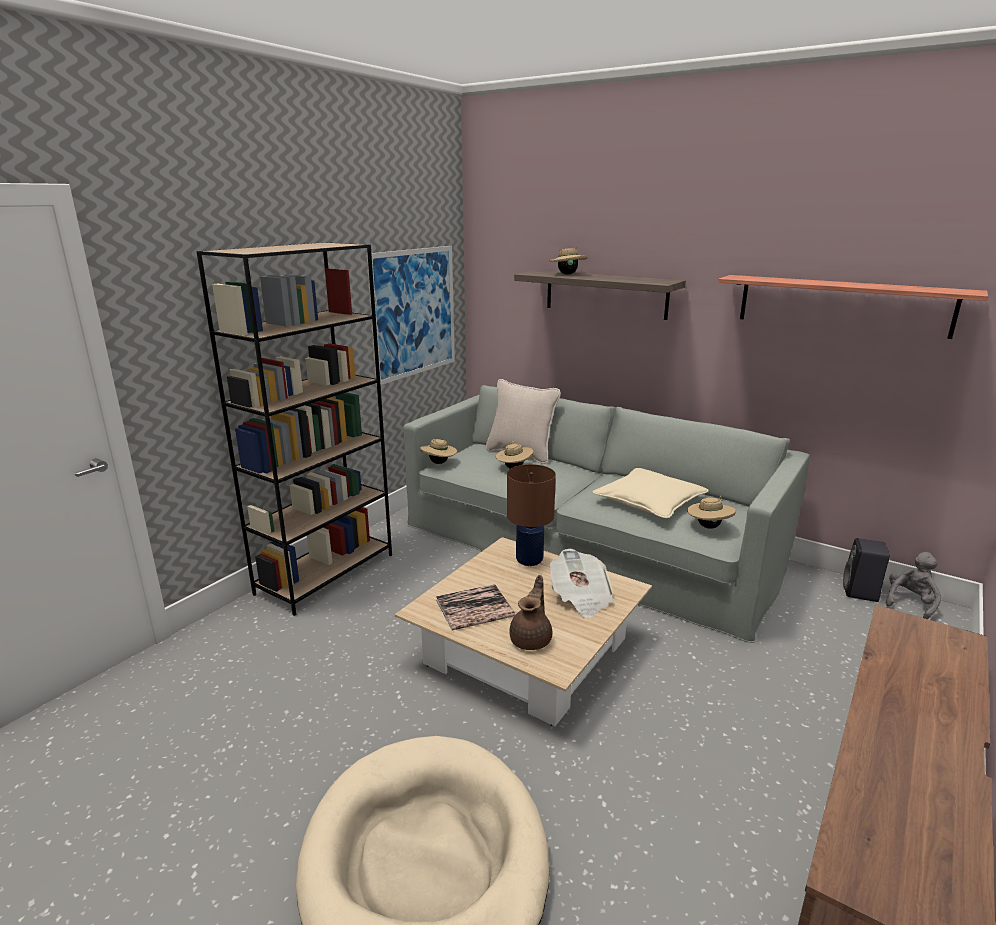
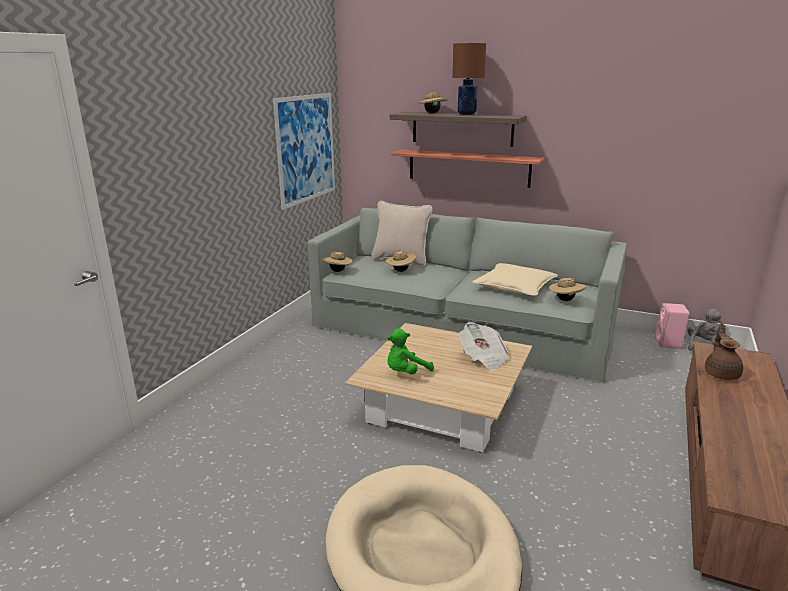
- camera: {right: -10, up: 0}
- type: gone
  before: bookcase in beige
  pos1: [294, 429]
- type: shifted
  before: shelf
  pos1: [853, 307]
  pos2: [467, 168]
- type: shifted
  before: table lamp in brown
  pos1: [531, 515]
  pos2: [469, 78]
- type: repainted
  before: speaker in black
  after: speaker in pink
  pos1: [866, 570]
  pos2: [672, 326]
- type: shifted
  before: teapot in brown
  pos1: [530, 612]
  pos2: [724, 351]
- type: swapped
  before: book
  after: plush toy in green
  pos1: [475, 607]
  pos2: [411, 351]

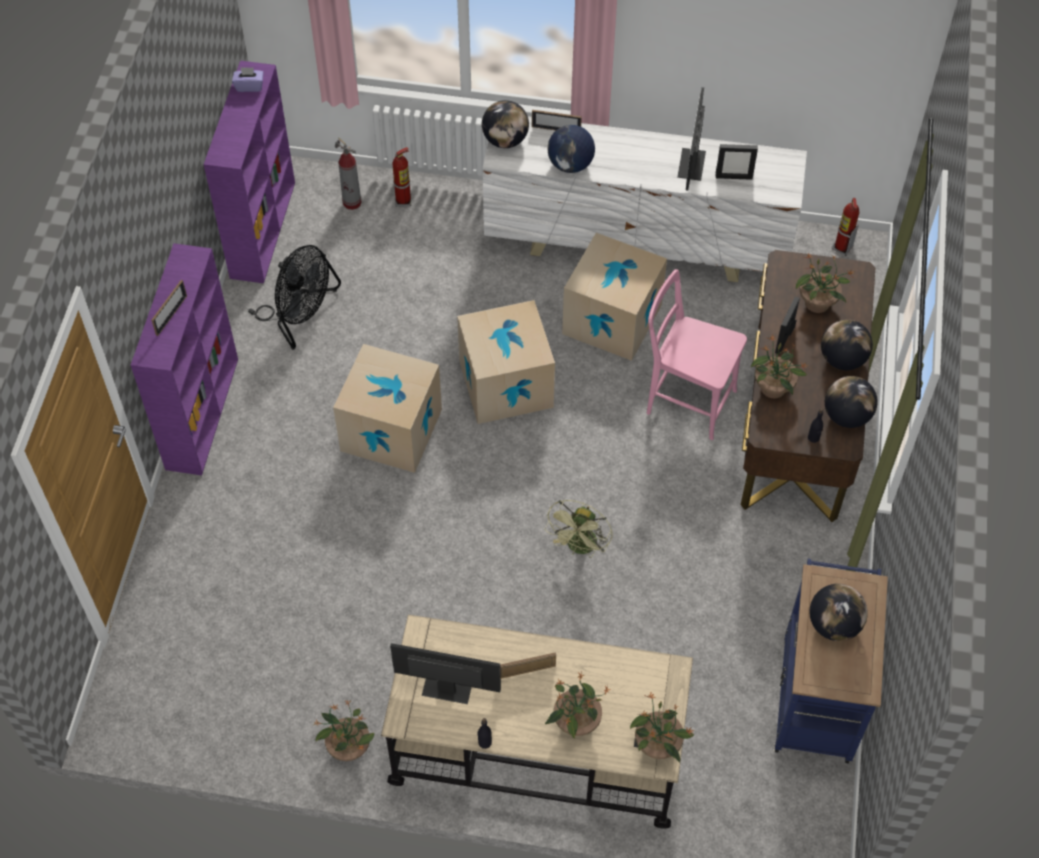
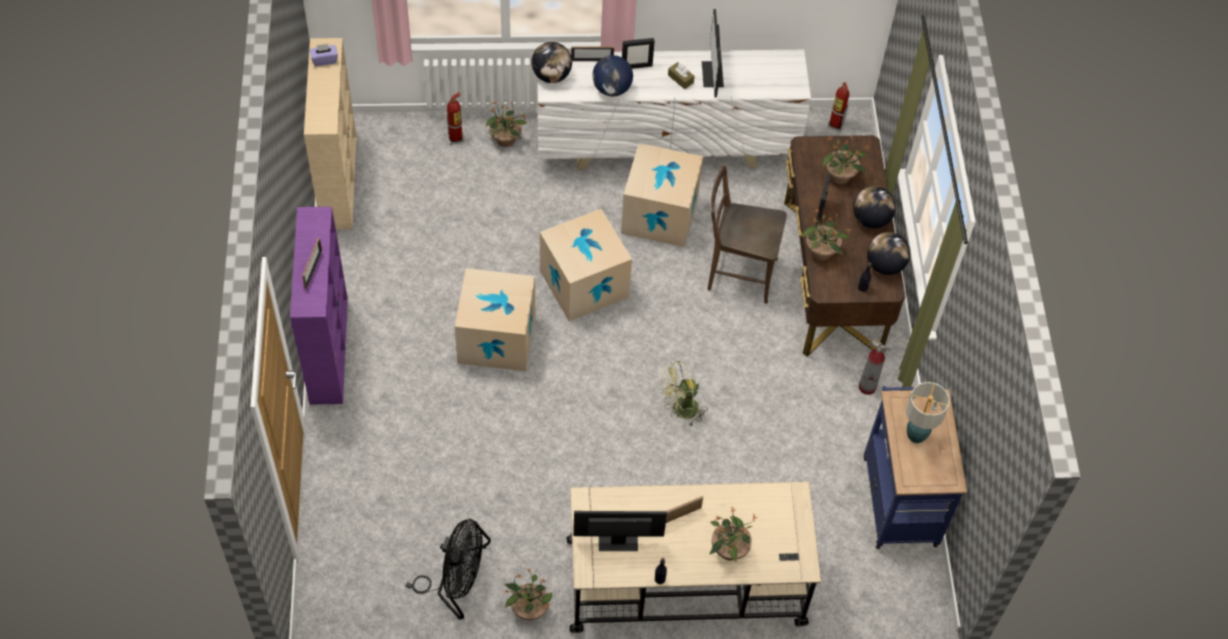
- camera: {right: -15, up: 0}
- type: repainted
  before: bookcase in purple
  after: bookcase in beige
  pos1: [249, 172]
  pos2: [330, 133]
- type: shifted
  before: fire extinguisher
  pos1: [348, 173]
  pos2: [875, 366]
- type: shifted
  before: picture frame
  pos1: [737, 162]
  pos2: [638, 53]
- type: shifted
  before: fan in black
  pos1: [294, 297]
  pos2: [448, 569]
- type: repainted
  before: chair in pink
  after: chair in brown
  pos1: [697, 354]
  pos2: [747, 234]
- type: rotated
  before: fan in green
  pos1: [579, 529]
  pos2: [684, 394]
  turn: 60
- type: swapped
  before: globe
  after: table lamp
  pos1: [838, 612]
  pos2: [928, 412]
- type: shifted
  before: potted plant
  pos1: [662, 728]
  pos2: [506, 123]
- type: new
  after: tissue box in brown
  pos2: [681, 75]

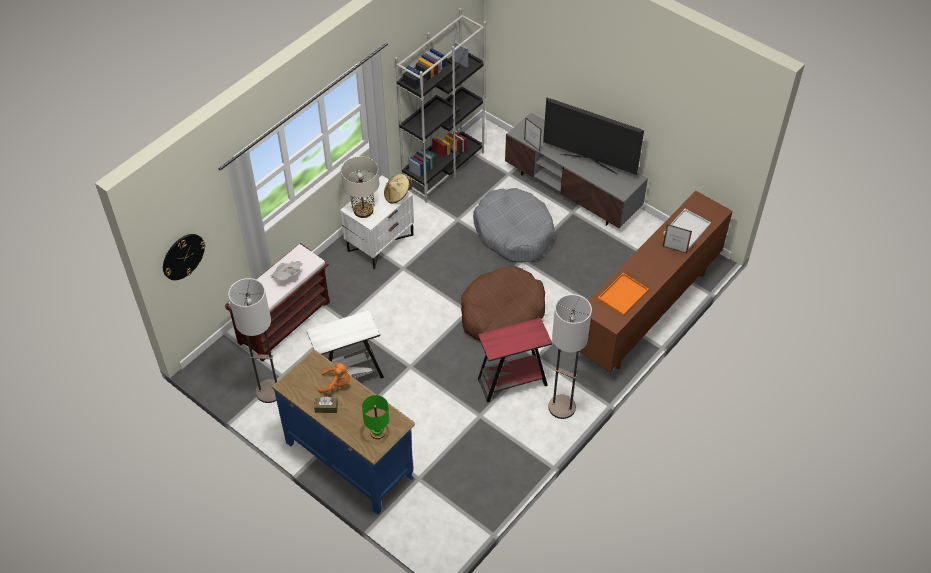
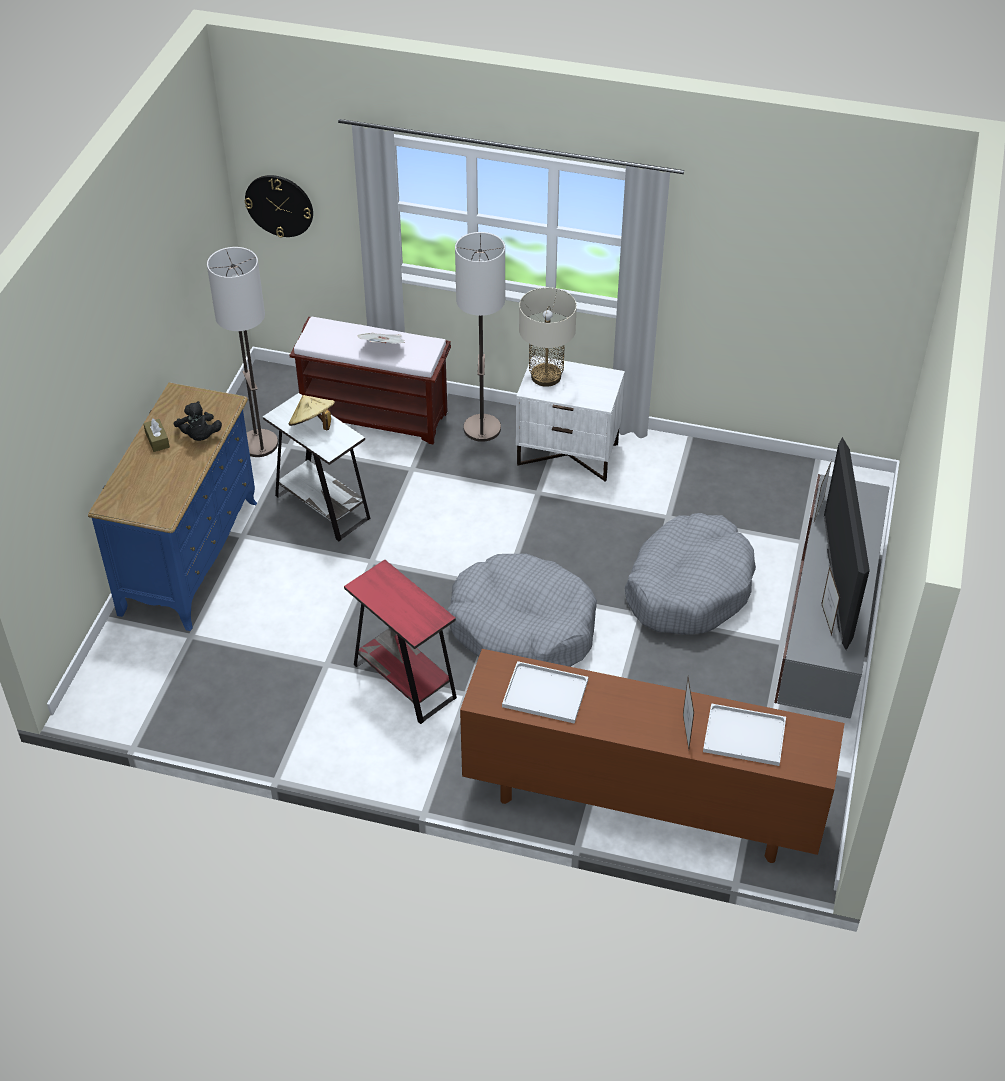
- camera: {right: 65, up: -5}
- type: gone
  before: bookcase in black
  pos1: [440, 105]
- type: shifted
  before: hat in beige
  pos1: [398, 189]
  pos2: [312, 412]
- type: repainted
  before: dog bed in brown
  after: dog bed in grey
  pos1: [503, 303]
  pos2: [522, 610]
- type: repainted
  before: tray in orange
  after: tray in white
  pos1: [623, 294]
  pos2: [545, 692]
- type: shifted
  before: floor lamp
  pos1: [570, 356]
  pos2: [480, 337]
- type: repainted
  before: plush toy in orange
  after: plush toy in black
  pos1: [334, 378]
  pos2: [198, 421]
- type: gone
  before: table lamp in green
  pos1: [375, 417]
- type: new
  after: picture frame
  pos2: [830, 601]

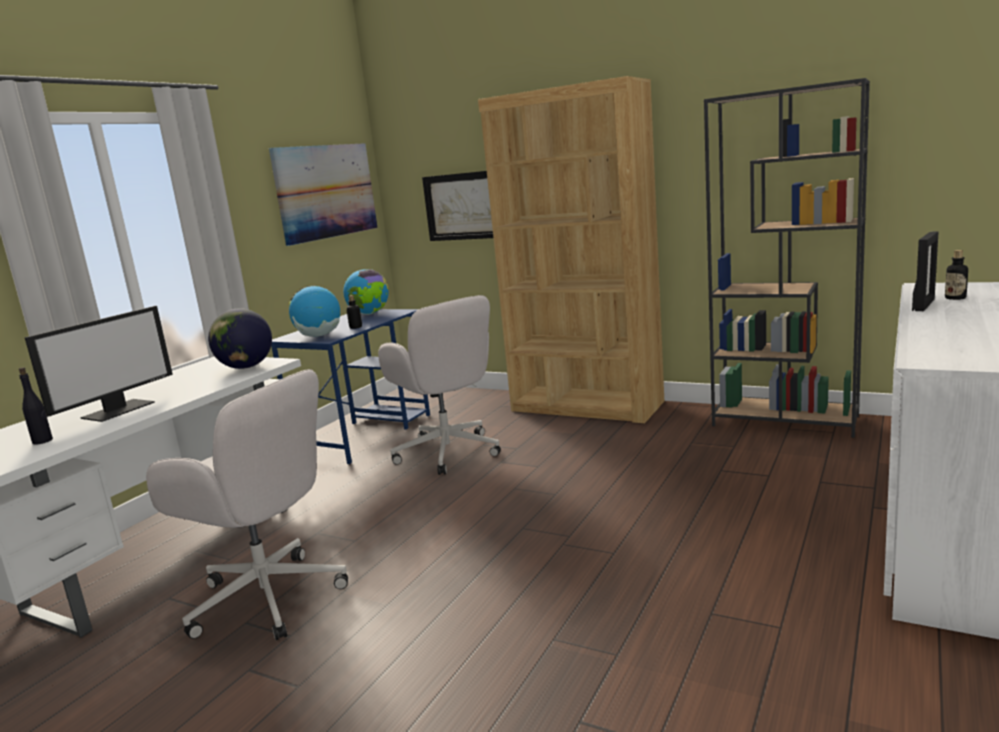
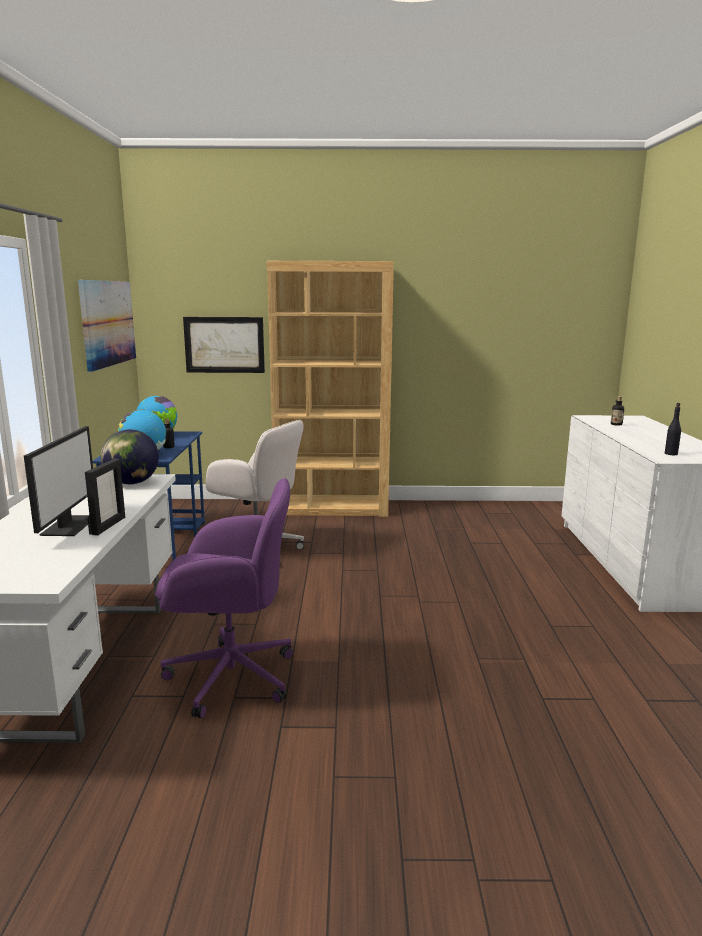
- camera: {right: -30, up: 0}
- type: gone
  before: bookcase
  pos1: [787, 258]
- type: shifted
  before: picture frame
  pos1: [925, 271]
  pos2: [105, 497]
- type: shifted
  before: bottle in black
  pos1: [36, 406]
  pos2: [673, 429]
- type: repainted
  before: office chair in white
  after: office chair in purple
  pos1: [247, 504]
  pos2: [224, 598]

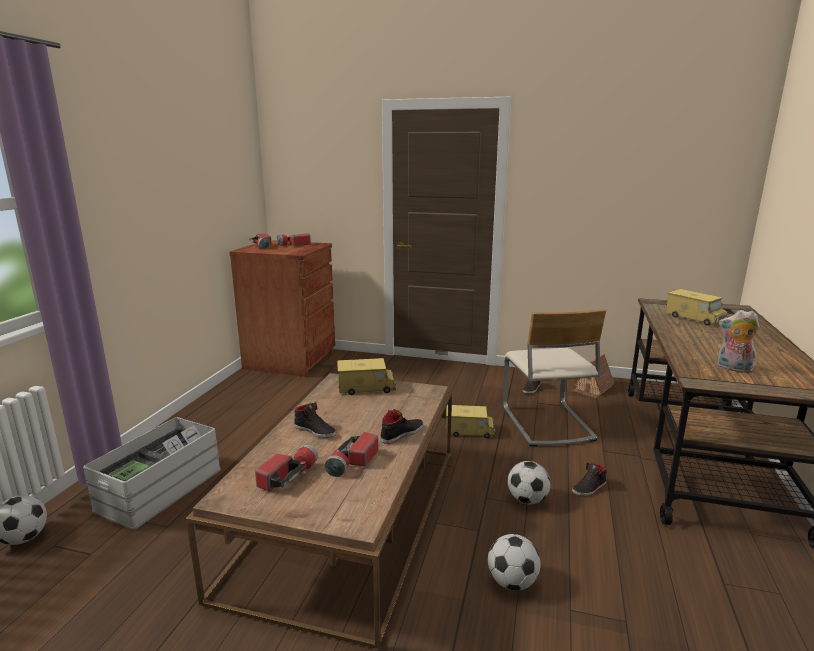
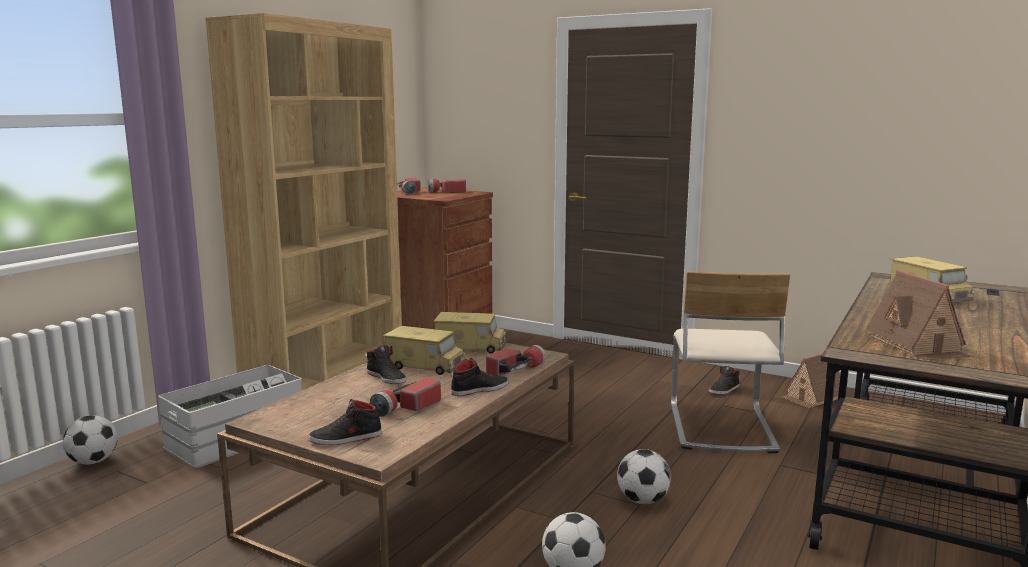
- camera: {right: 15, up: -5}
- type: swapped
  before: plush toy
  after: toy house
  pos1: [738, 341]
  pos2: [918, 315]
- type: shifted
  before: toy truck
  pos1: [470, 421]
  pos2: [424, 350]
- type: shifted
  before: flashlight
  pos1: [286, 468]
  pos2: [516, 360]
- type: shifted
  before: shoe in black
  pos1: [589, 479]
  pos2: [345, 422]
- type: new
  after: bookcase in brown
  pos2: [303, 201]

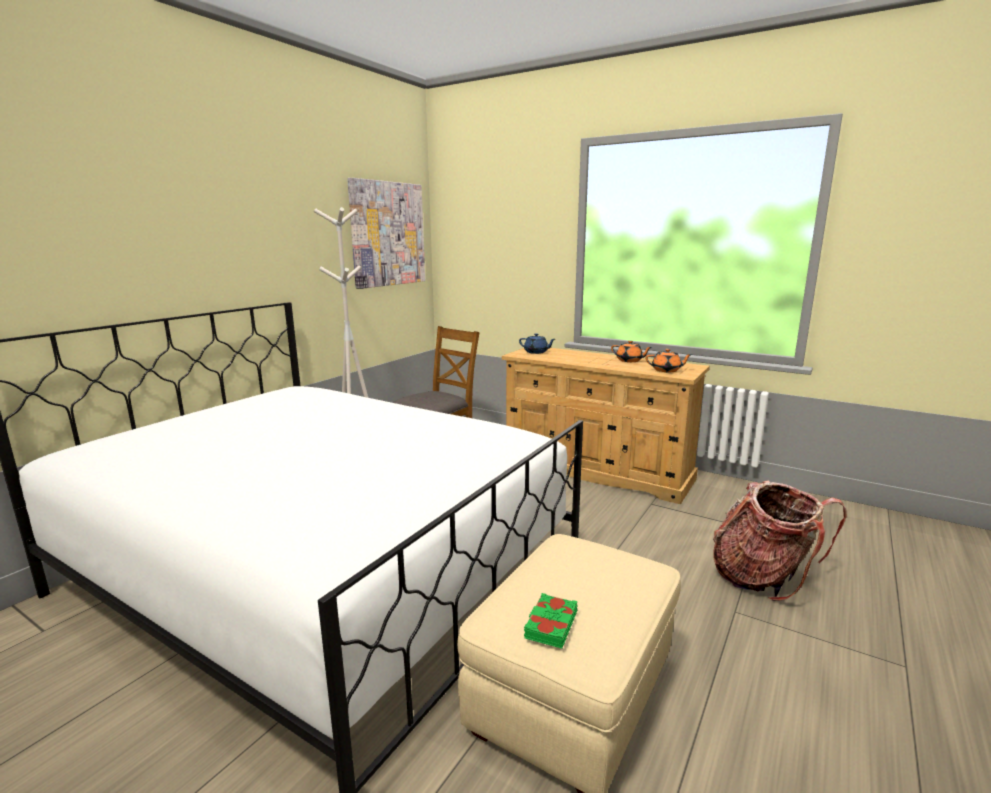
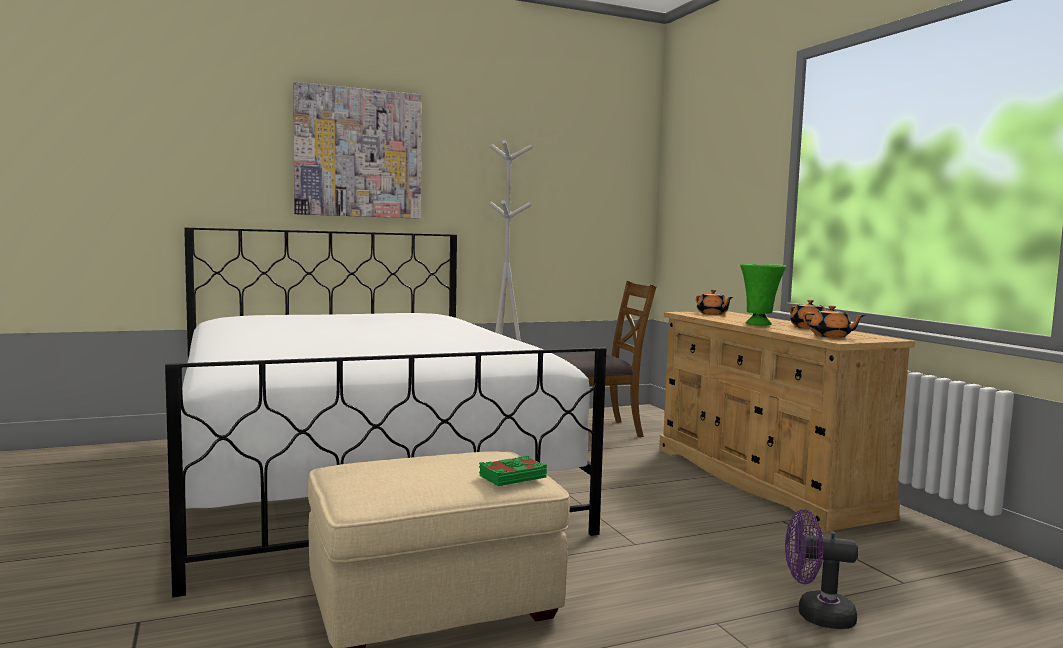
- camera: {right: 35, up: -10}
- type: shifted
  before: picture
  pos1: [386, 233]
  pos2: [357, 150]
- type: repainted
  before: teapot in blue
  after: teapot in orange
  pos1: [537, 343]
  pos2: [714, 302]
- type: swapped
  before: backpack
  after: fan in purple
  pos1: [780, 540]
  pos2: [822, 569]
- type: shifted
  before: book in green
  pos1: [551, 621]
  pos2: [513, 470]
- type: new
  after: vase in green
  pos2: [763, 295]

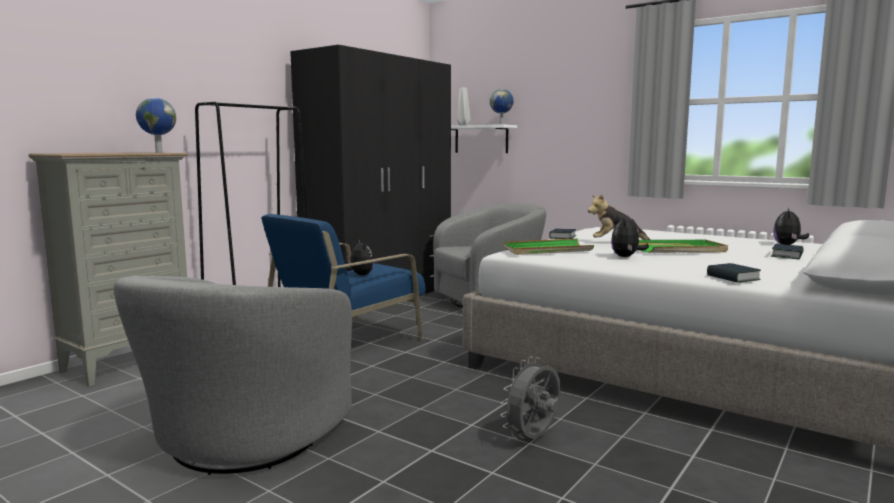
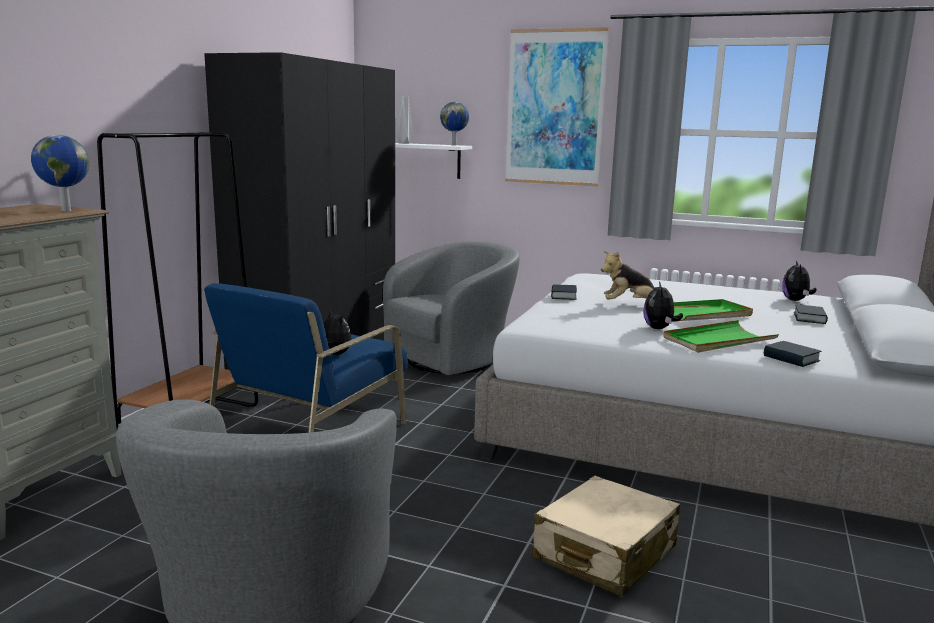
- camera: {right: -15, up: 5}
- type: shifted
  before: tray in green
  pos1: [548, 246]
  pos2: [721, 336]
- type: swapped
  before: fan in grey
  after: suitcase in beige
  pos1: [531, 398]
  pos2: [606, 536]
- type: new
  after: picture
  pos2: [557, 106]

